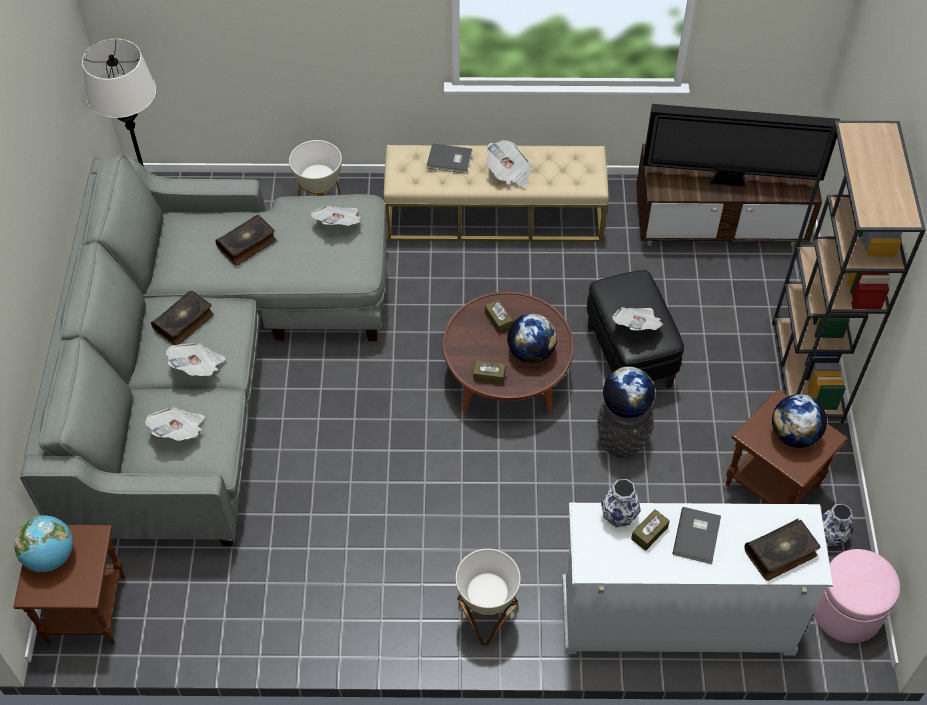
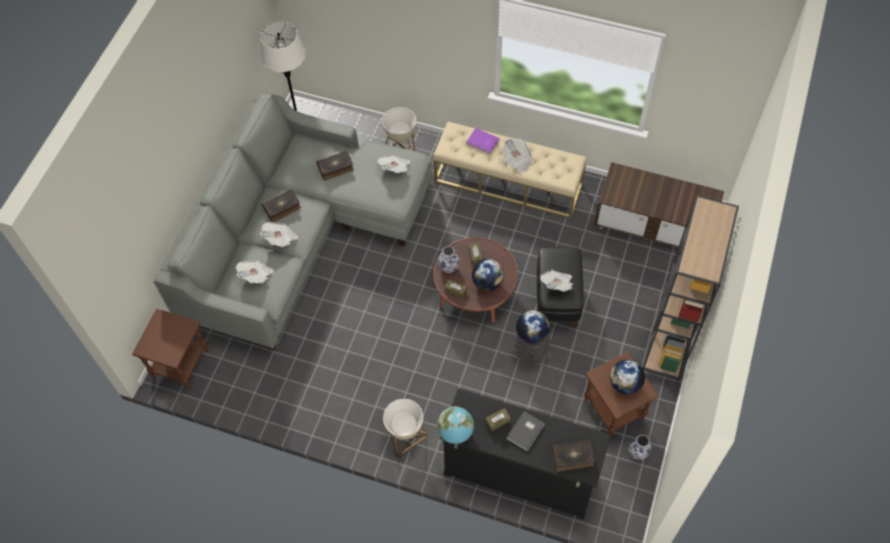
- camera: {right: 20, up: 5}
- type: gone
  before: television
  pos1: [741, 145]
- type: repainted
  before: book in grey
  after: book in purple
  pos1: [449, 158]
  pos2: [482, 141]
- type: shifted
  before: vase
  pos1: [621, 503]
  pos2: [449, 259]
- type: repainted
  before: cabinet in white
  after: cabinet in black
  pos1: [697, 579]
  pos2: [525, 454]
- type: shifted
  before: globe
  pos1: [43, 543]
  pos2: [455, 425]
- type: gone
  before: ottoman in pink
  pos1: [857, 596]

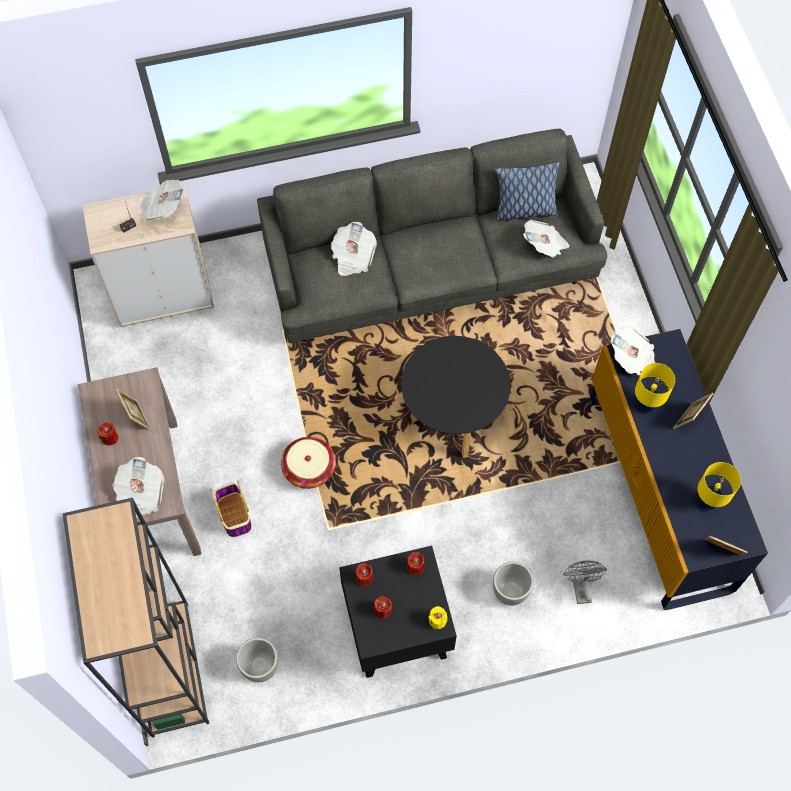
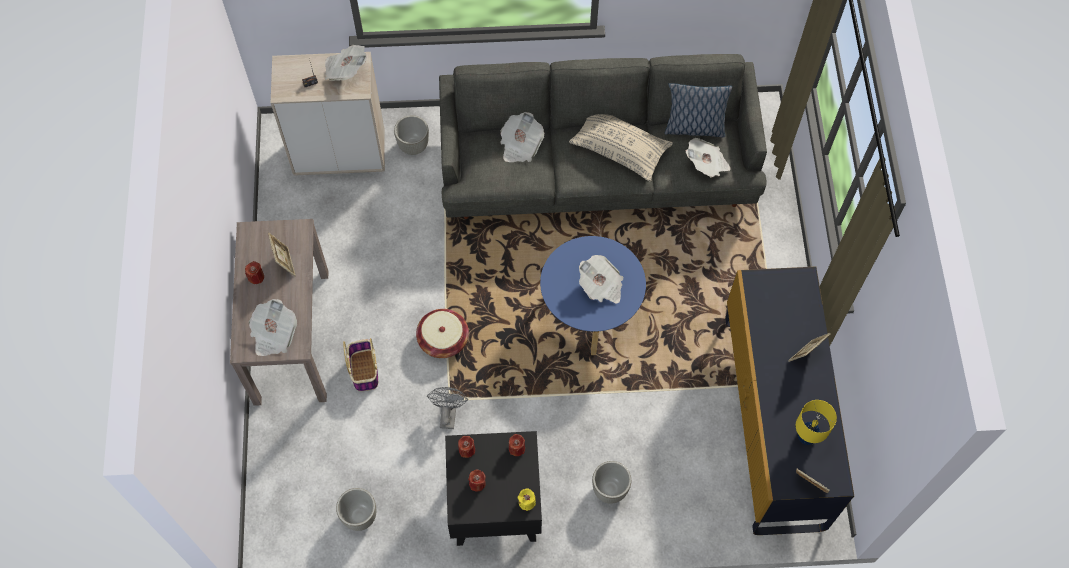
- camera: {right: 10, up: 0}
- type: shifted
  before: newspaper
  pos1: [633, 350]
  pos2: [601, 279]
- type: repainted
  before: coffee table in black
  after: coffee table in blue
  pos1: [455, 397]
  pos2: [593, 295]
- type: gone
  before: table lamp in yellow
  pos1: [655, 387]
- type: gone
  before: bookcase
  pos1: [136, 618]
- type: shifted
  before: fan in grey
  pos1: [585, 582]
  pos2: [447, 408]
- type: new
  after: pillow in beige
  pos2: [621, 148]
- type: new
  after: planter in grey
  pos2: [411, 135]

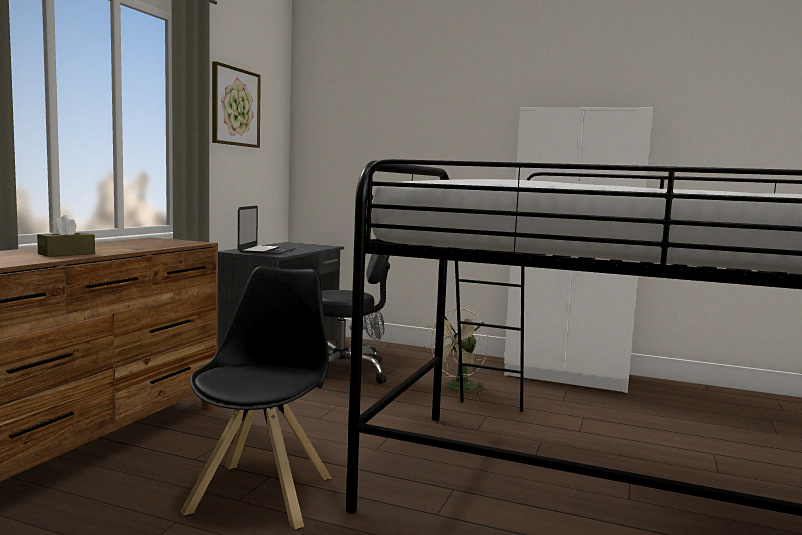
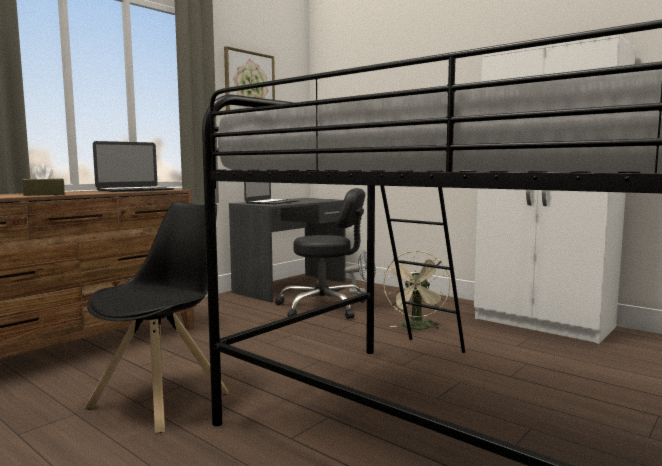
- camera: {right: 20, up: 0}
- type: rotated
  before: fan in beige
  pos1: [457, 351]
  pos2: [416, 290]
  turn: -45
- type: new
  after: laptop
  pos2: [133, 166]

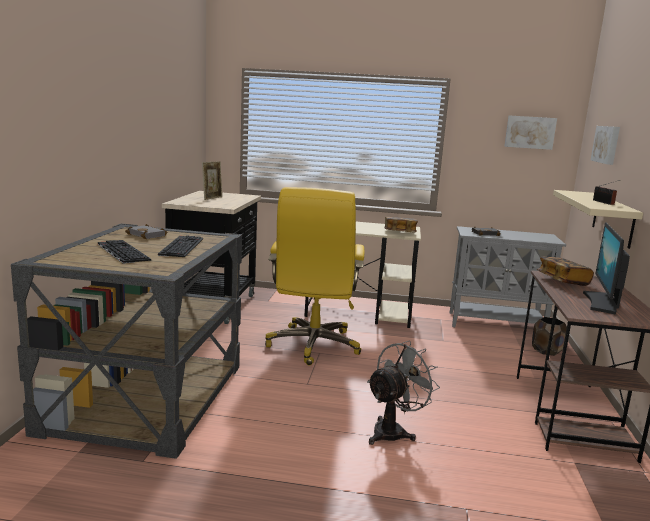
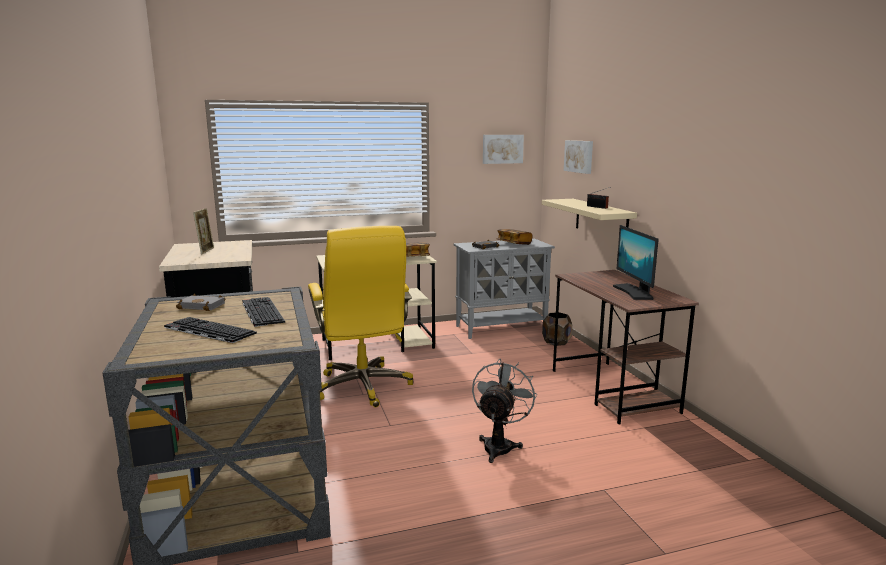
- camera: {right: -25, up: 0}
- type: shifted
  before: book
  pos1: [565, 271]
  pos2: [515, 237]

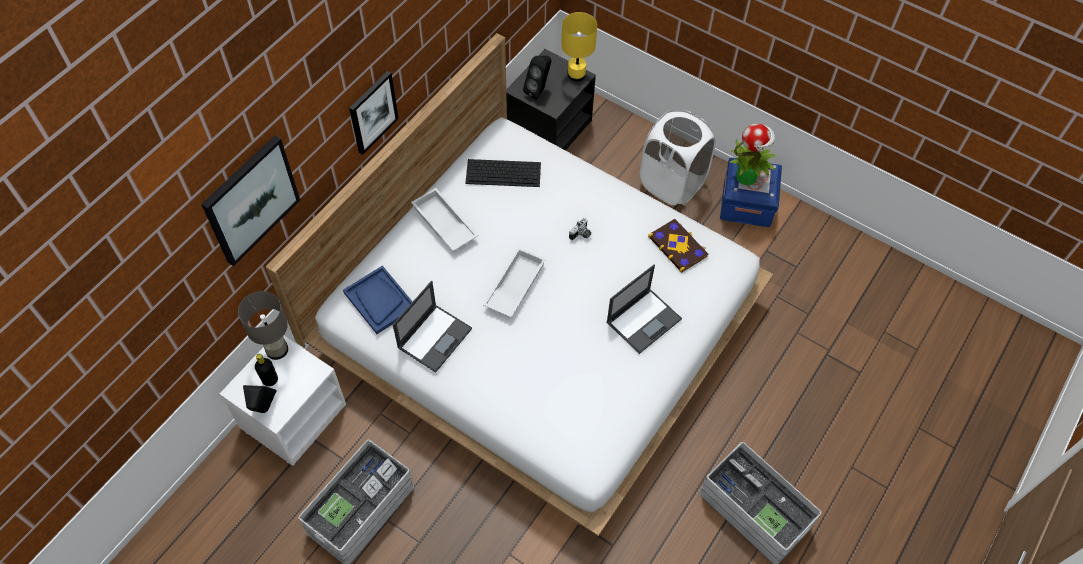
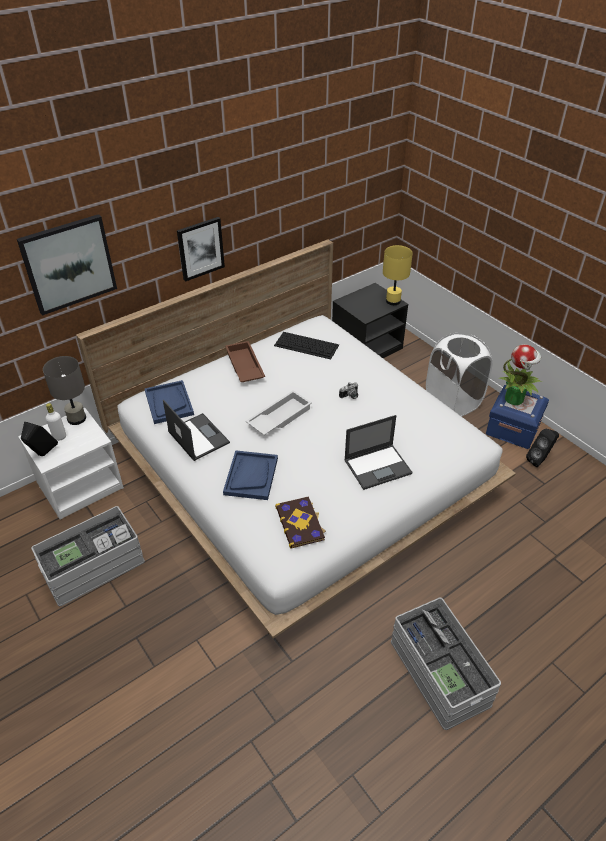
- camera: {right: 20, up: -15}
- type: shifted
  before: speaker in black
  pos1: [537, 78]
  pos2: [542, 448]
- type: repainted
  before: tray in white
  after: tray in brown
  pos1: [444, 219]
  pos2: [245, 361]
- type: shifted
  before: book
  pos1: [678, 246]
  pos2: [300, 522]
- type: rotated
  before: laptop
  pos1: [432, 327]
  pos2: [196, 430]
  turn: -90
- type: repainted
  before: bottle in black
  after: bottle in white
  pos1: [266, 370]
  pos2: [56, 422]
- type: new
  after: tray in blue
  pos2: [250, 475]

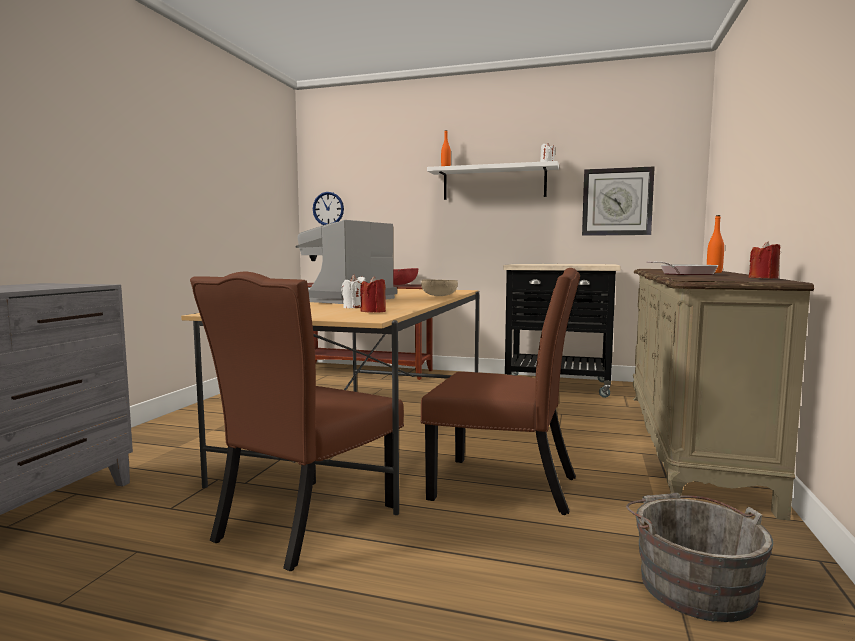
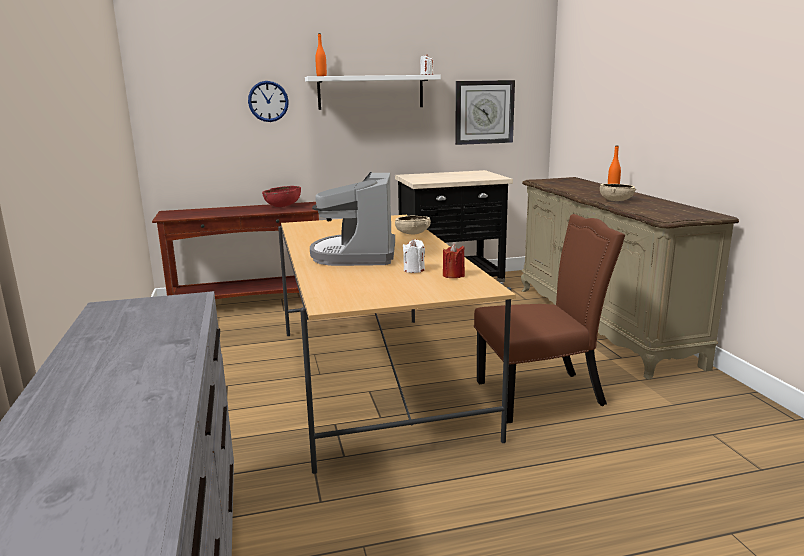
- camera: {right: -30, up: 10}
- type: shifted
  before: wall clock
  pos1: [328, 208]
  pos2: [268, 101]
- type: gone
  before: candle in red
  pos1: [765, 259]
- type: swapped
  before: frying pan
  after: bowl in beige
  pos1: [682, 268]
  pos2: [618, 192]
- type: gone
  before: chair in brown
  pos1: [297, 421]
- type: gone
  before: bucket in grey
  pos1: [699, 557]

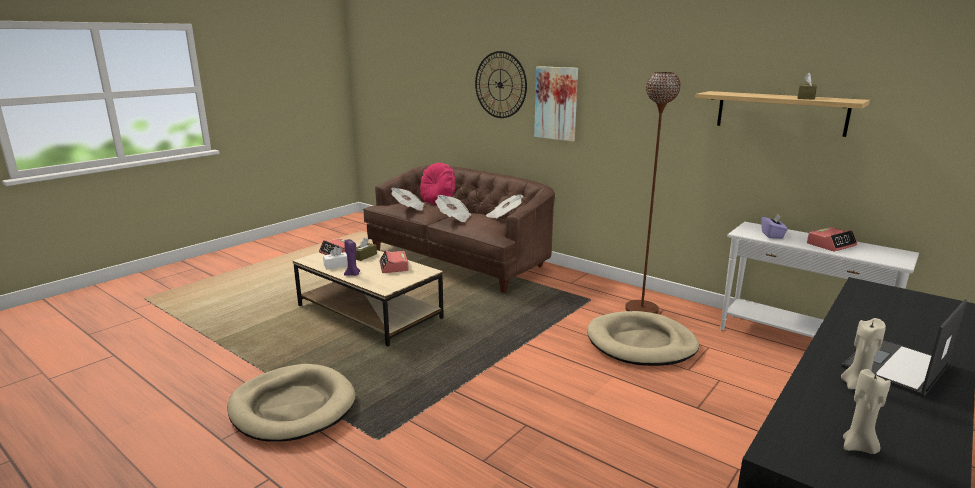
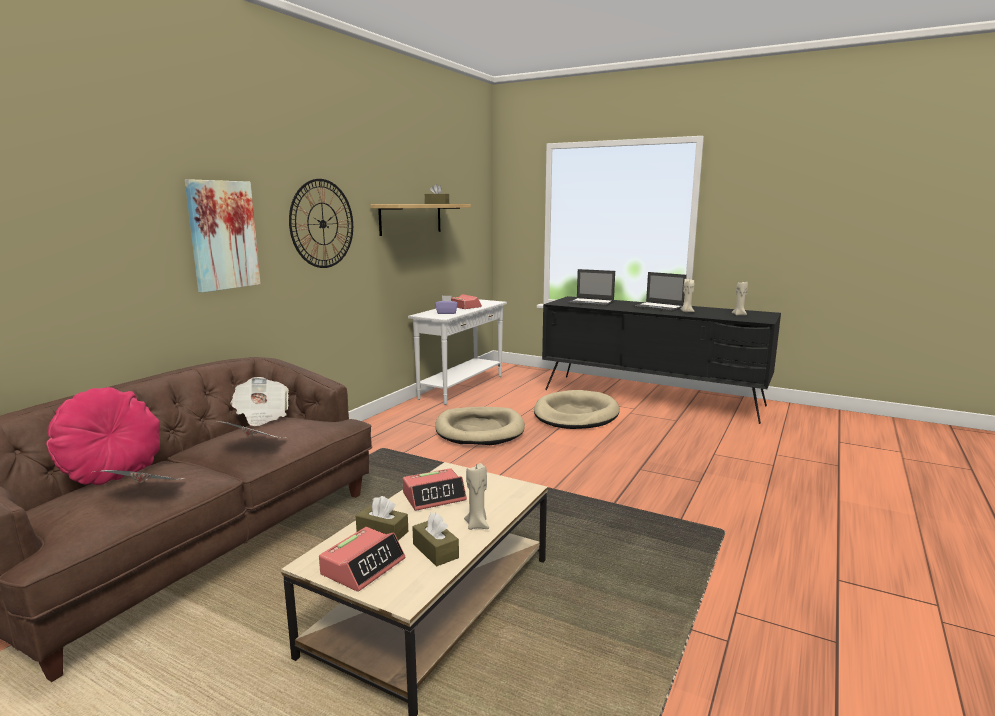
- camera: {right: -100, up: -5}
- type: shifted
  before: wall clock
  pos1: [501, 84]
  pos2: [321, 223]
- type: gone
  before: floor lamp in brown
  pos1: [653, 193]
- type: repainted
  before: candle in purple
  after: candle in beige
  pos1: [352, 257]
  pos2: [476, 496]
- type: repainted
  before: tissue box in white
  after: tissue box in brown
  pos1: [335, 258]
  pos2: [435, 540]
- type: shifted
  before: dog bed in beige
  pos1: [291, 403]
  pos2: [577, 409]
- type: new
  after: laptop
  pos2: [591, 288]

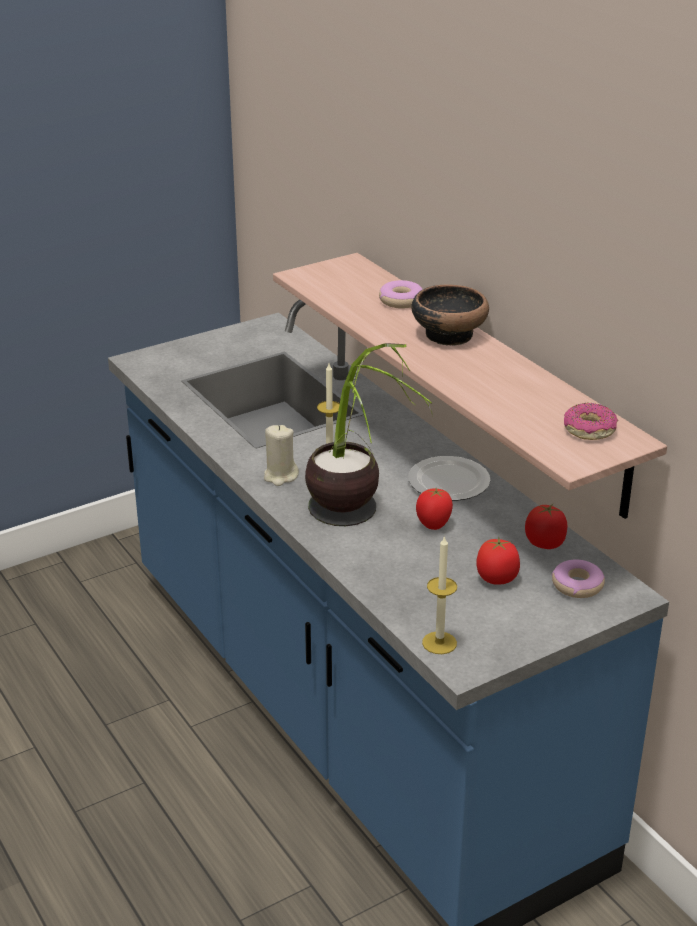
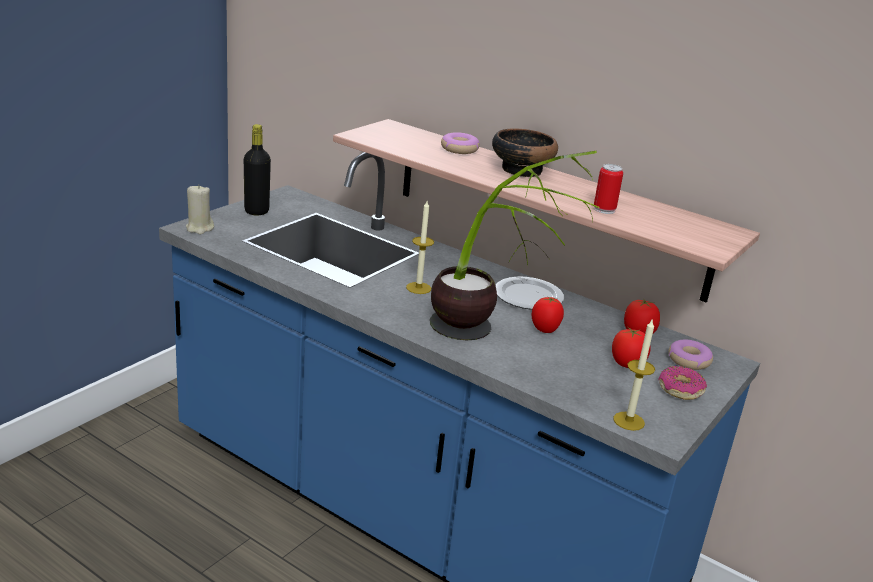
- camera: {right: -25, up: -5}
- type: shifted
  before: donut
  pos1: [591, 421]
  pos2: [682, 383]
- type: shifted
  before: candle in beige
  pos1: [281, 455]
  pos2: [200, 209]
- type: new
  after: bottle in black
  pos2: [257, 169]
- type: new
  after: can
  pos2: [608, 189]

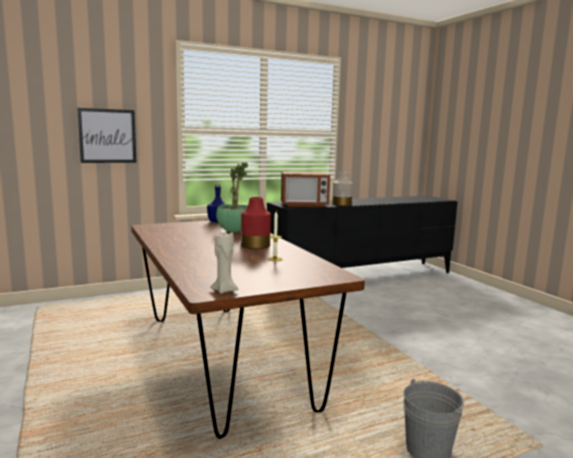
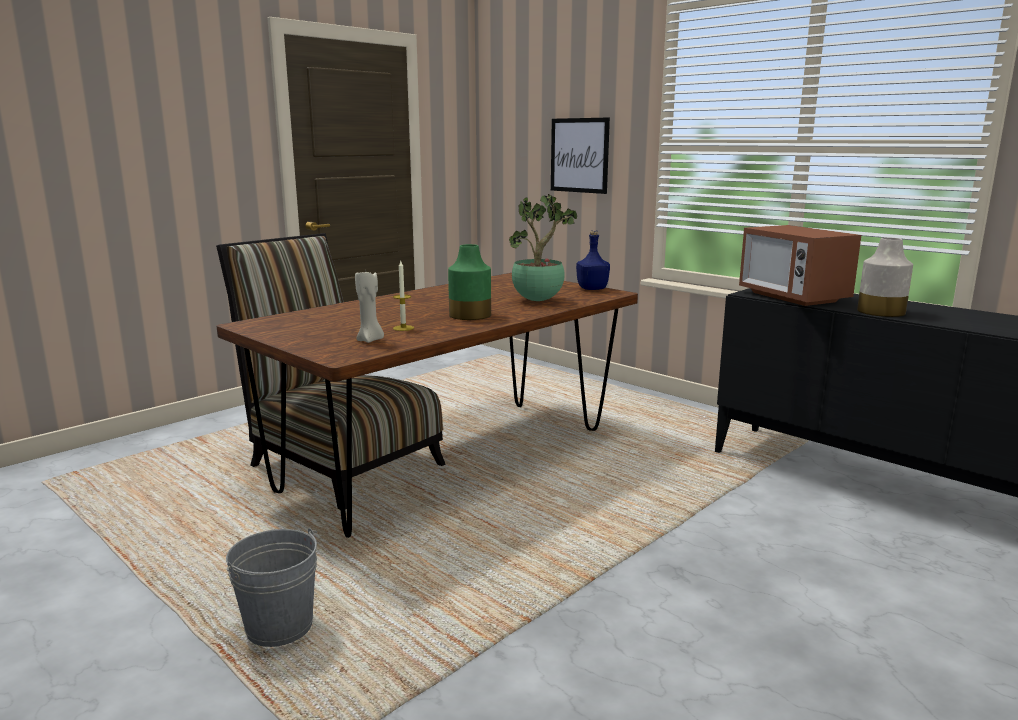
- camera: {right: 70, up: 5}
- type: repainted
  before: vase in red
  after: vase in green
  pos1: [256, 223]
  pos2: [469, 282]
- type: shifted
  before: candle in beige
  pos1: [224, 263]
  pos2: [369, 307]
- type: new
  after: chair
  pos2: [331, 371]

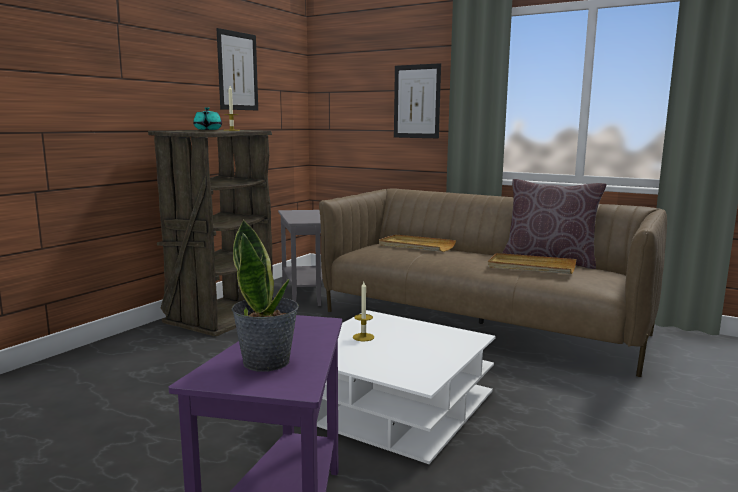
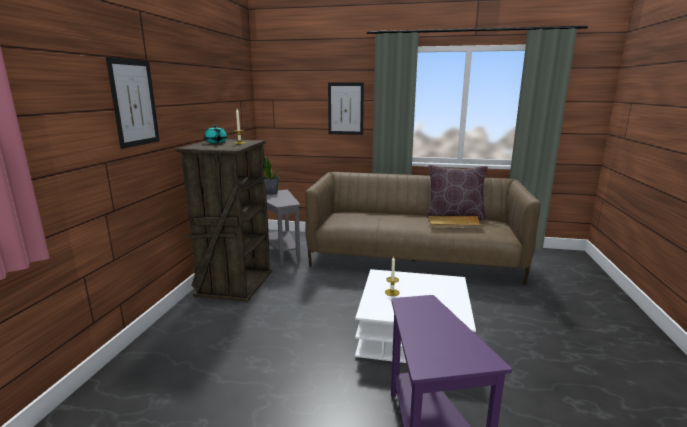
- camera: {right: -20, up: 5}
- type: shifted
  before: picture
  pos1: [237, 69]
  pos2: [133, 103]
- type: shifted
  before: potted plant
  pos1: [265, 295]
  pos2: [271, 175]
- type: gone
  before: tray in beige
  pos1: [417, 243]

